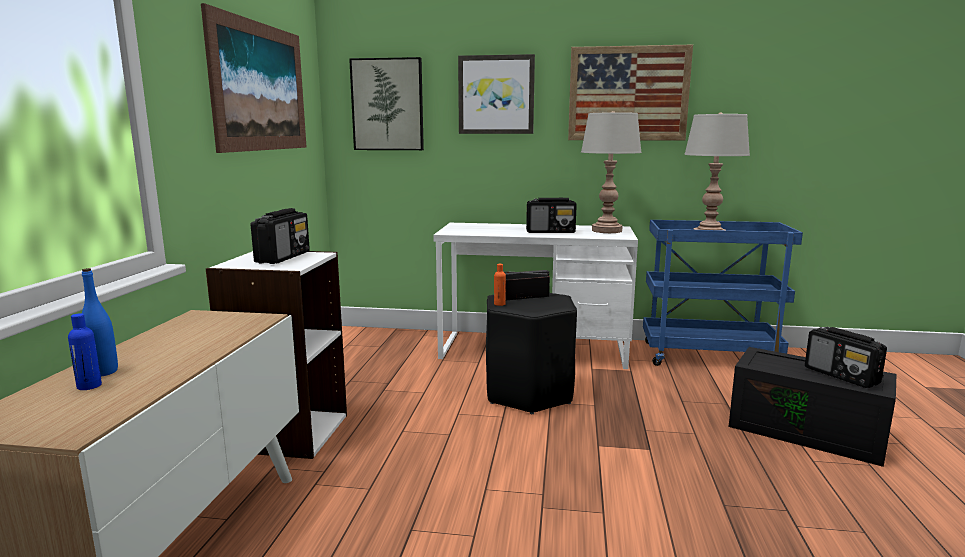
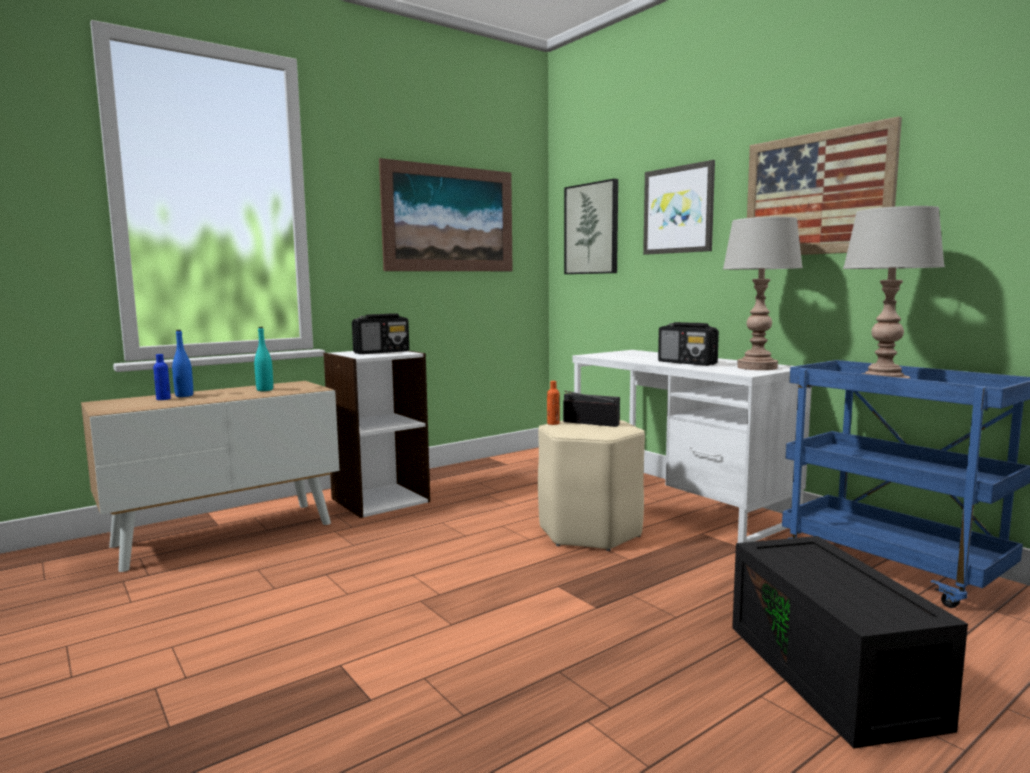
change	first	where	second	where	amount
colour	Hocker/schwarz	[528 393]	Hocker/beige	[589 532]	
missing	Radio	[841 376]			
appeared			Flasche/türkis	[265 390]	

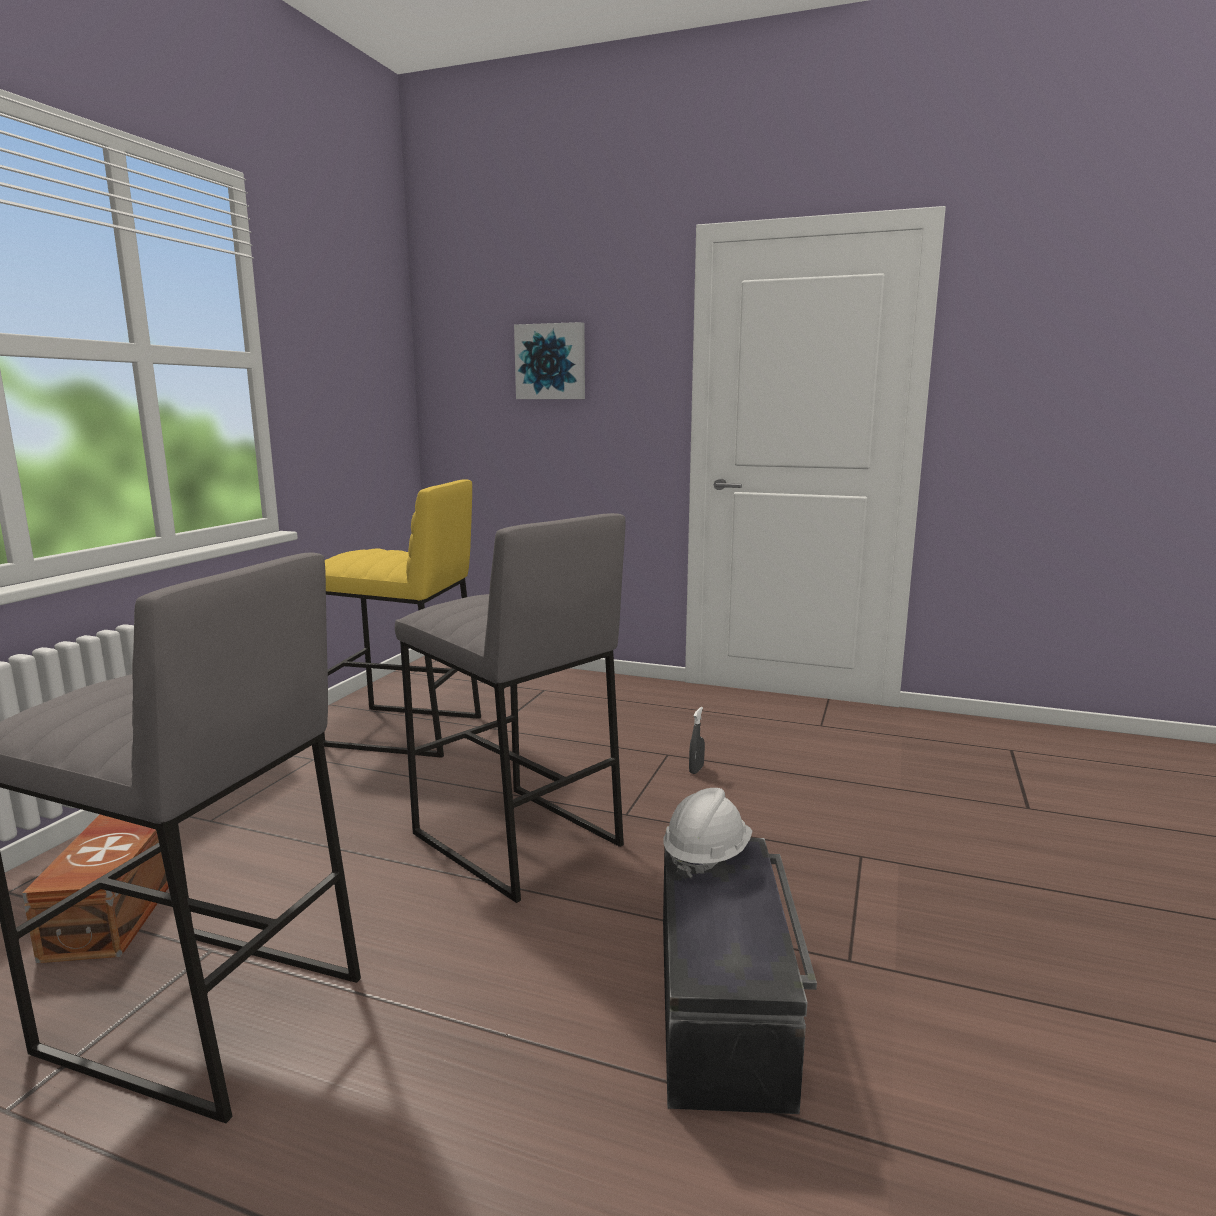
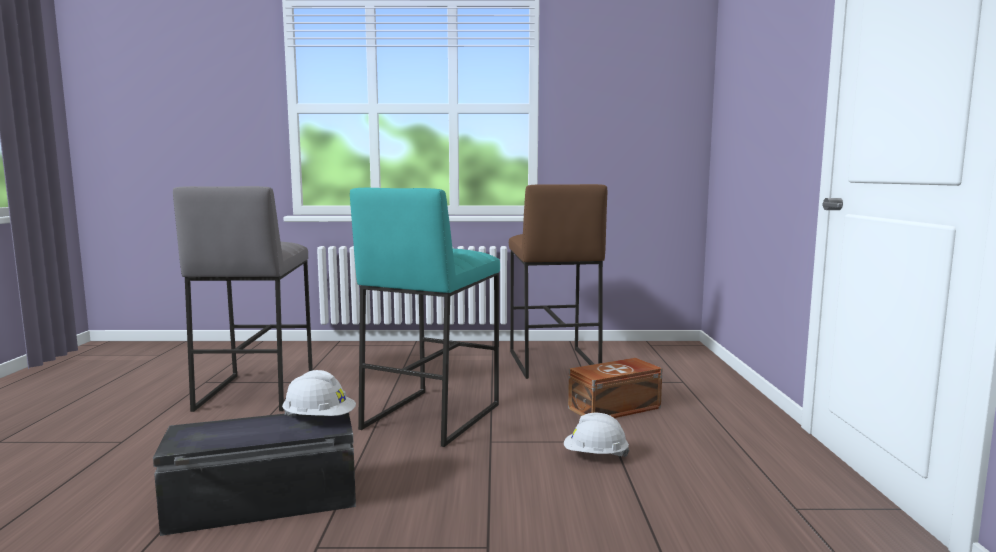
change	first	where	second	where	amount
relocated	Aufbewahrungsbox/braun	[118 910]		[616 408]	
colour	Hocker/gelb	[402 731]	Hocker/braun	[552 362]	
colour	Hocker/grau	[514 840]	Hocker/türkis	[430 416]	
missing	Bild	[551 362]			
exchanged	Sprühflasche/grau	[696 769]	Schutzhelm/weiß	[595 456]	

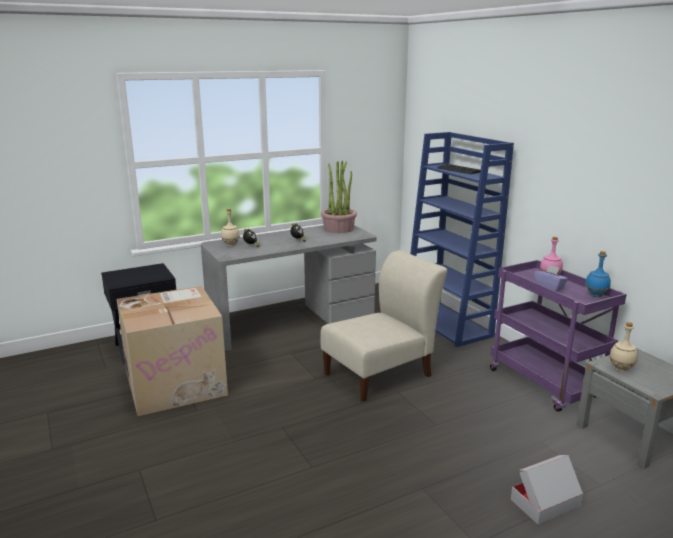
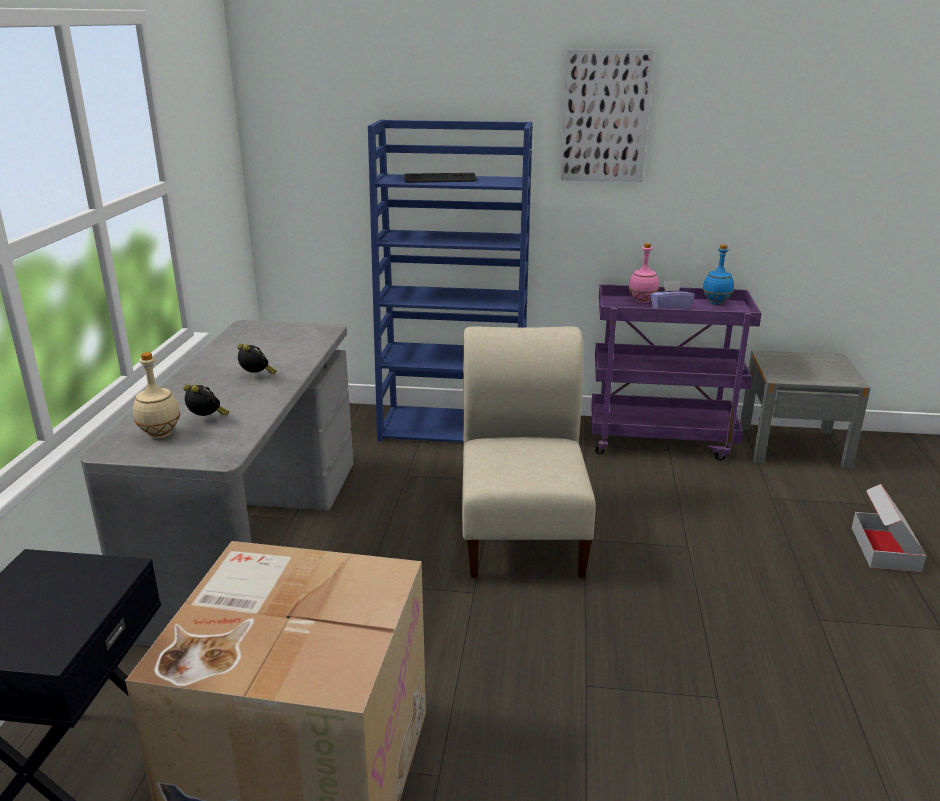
change	first	where	second	where	amount
missing	Topfpflanze	[338 228]			
missing	Flasche/beige	[621 368]			
appeared			Bild	[605 116]	

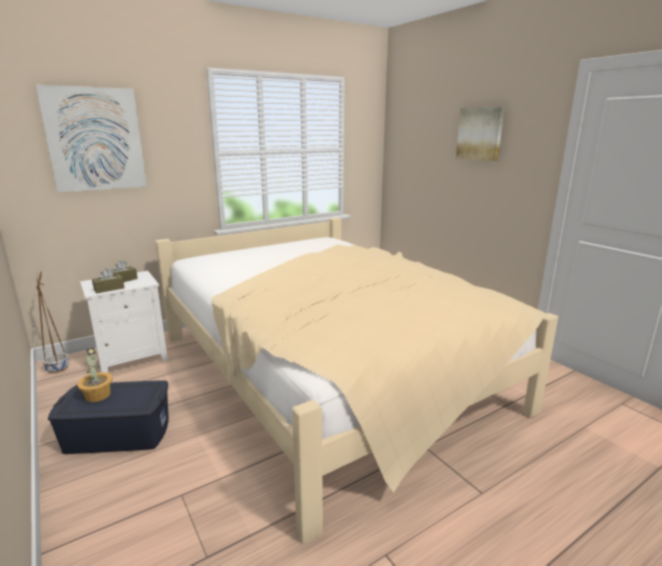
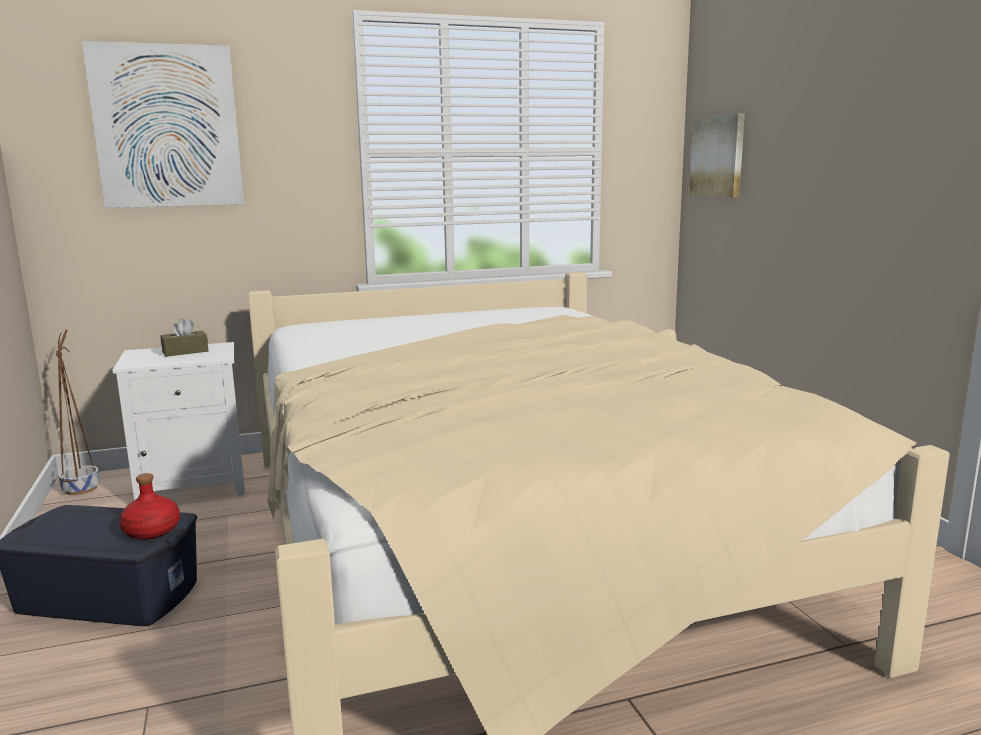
change	first	where	second	where	amount
missing	Topfpflanze	[98 395]			
missing	Taschentuchbox/braun	[109 288]			
relocated	Bild	[480 133]		[718 156]	
appeared			Flasche/rot	[151 531]	

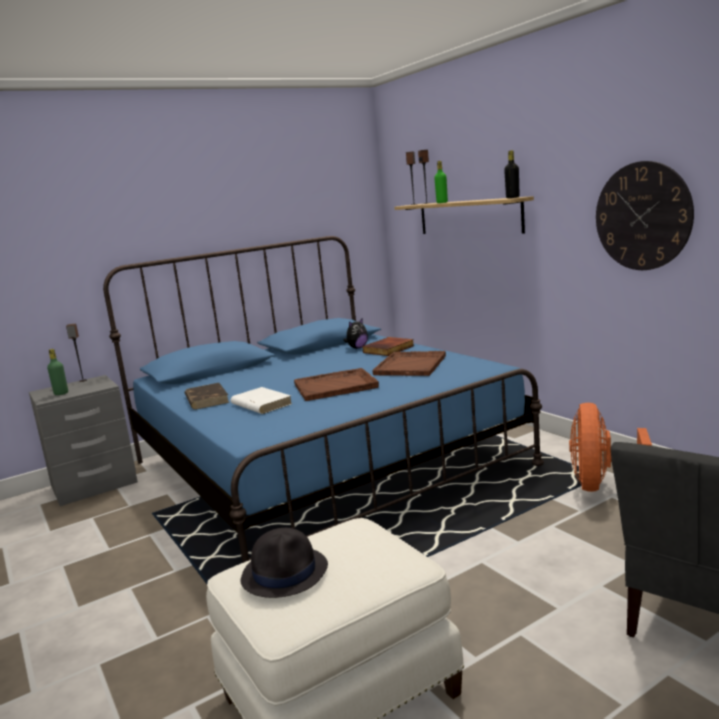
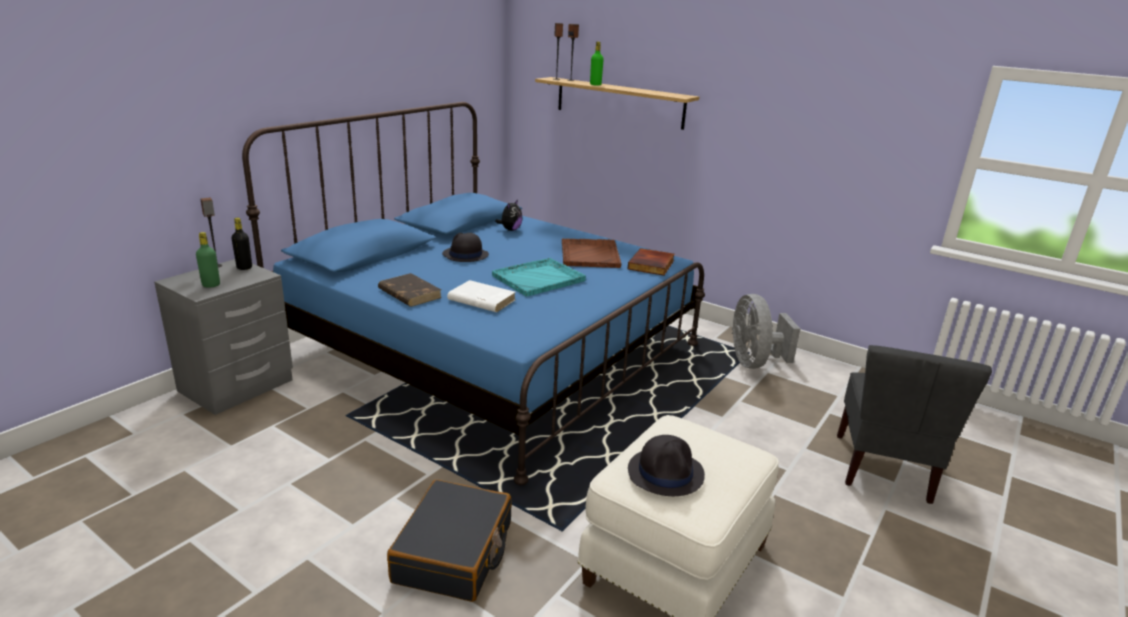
change	first	where	second	where	amount
colour	Tablett/braun	[336 386]	Tablett/türkis	[539 278]	
relocated	Buch	[389 349]		[652 265]	
relocated	Flasche/schwarz	[512 197]		[244 267]	
colour	Ventilator/orange	[601 486]	Ventilator/grau	[754 362]	
missing	Wanduhr	[642 216]			
appeared			Koffer/schwarz	[454 553]	
appeared			Hut/schwarz	[465 255]	

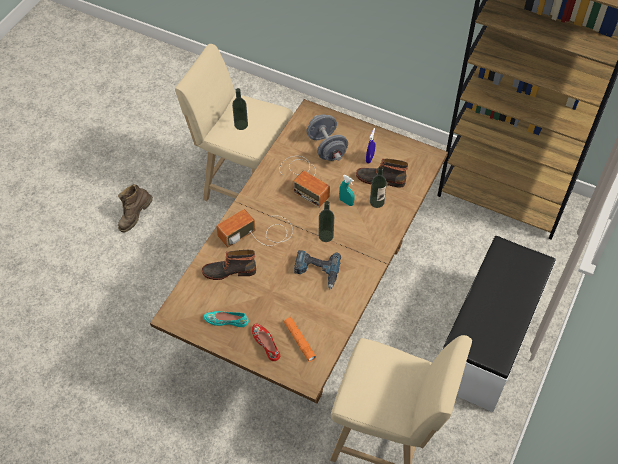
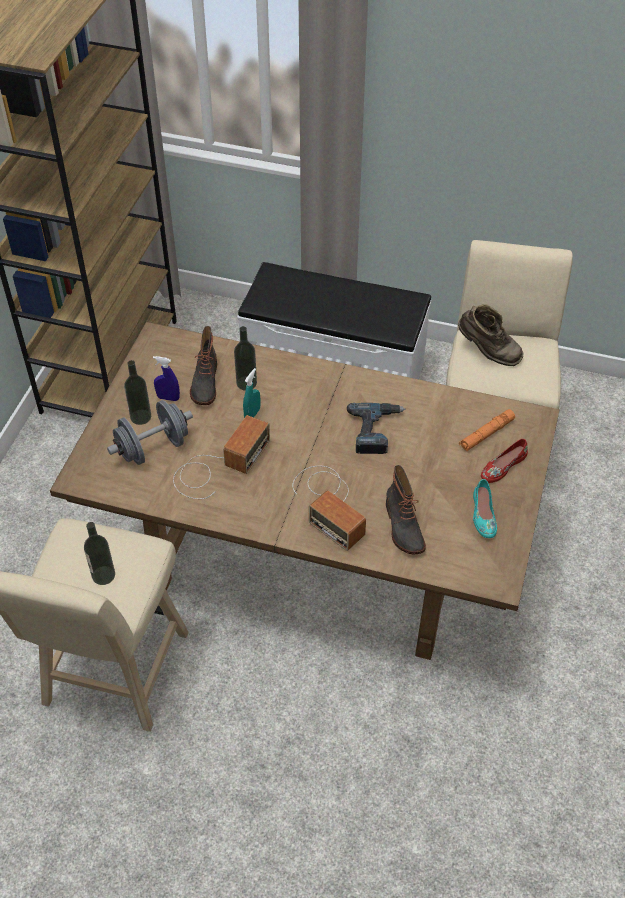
change	first	where	second	where	amount
relocated	Stiefel/braun	[135 217]		[487 352]	
relocated	Flasche	[326 236]		[140 417]	

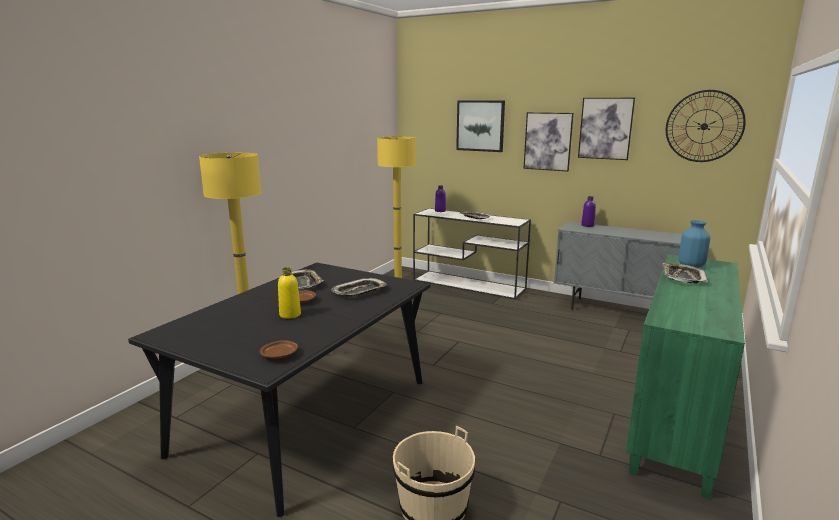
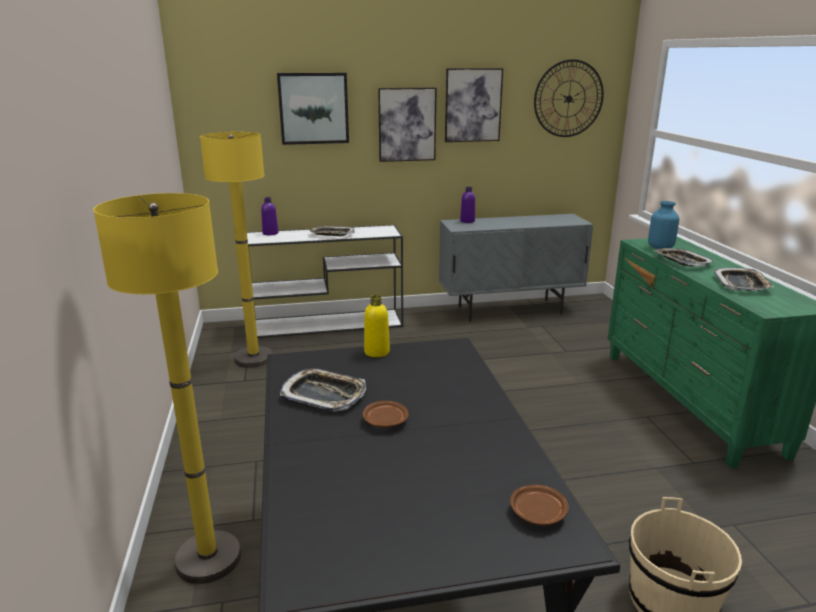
change	first	where	second	where	amount
relocated	Flasche/gelb	[290 314]		[377 352]	
relocated	Tablett	[359 291]		[741 284]	

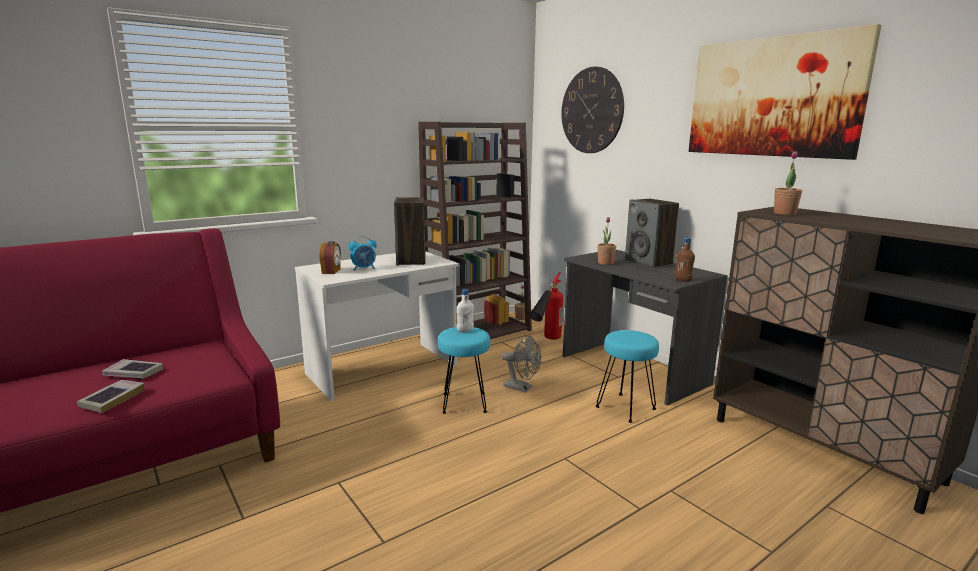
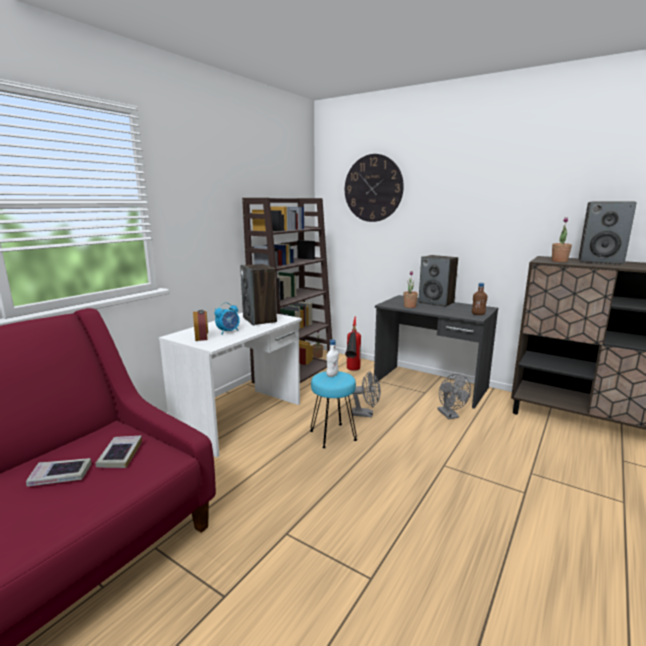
change	first	where	second	where	amount
relocated	Buch	[112 399]		[120 455]	
exchanged	Hocker/türkis	[626 407]	Ventilator/grau	[450 415]	
missing	Bild	[772 97]			
appeared			Lautsprecher	[600 261]	

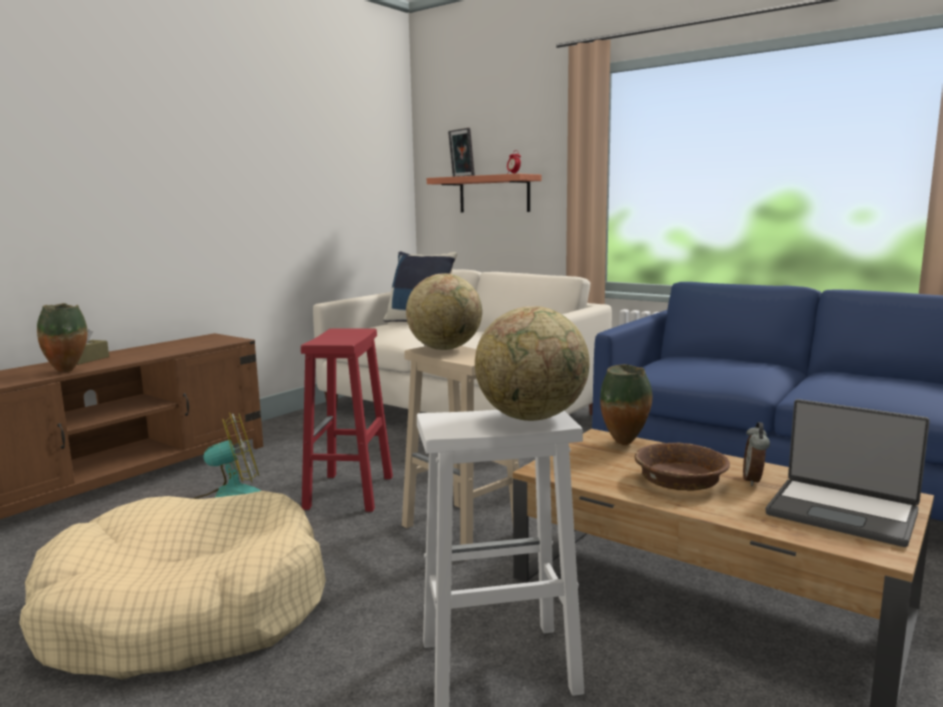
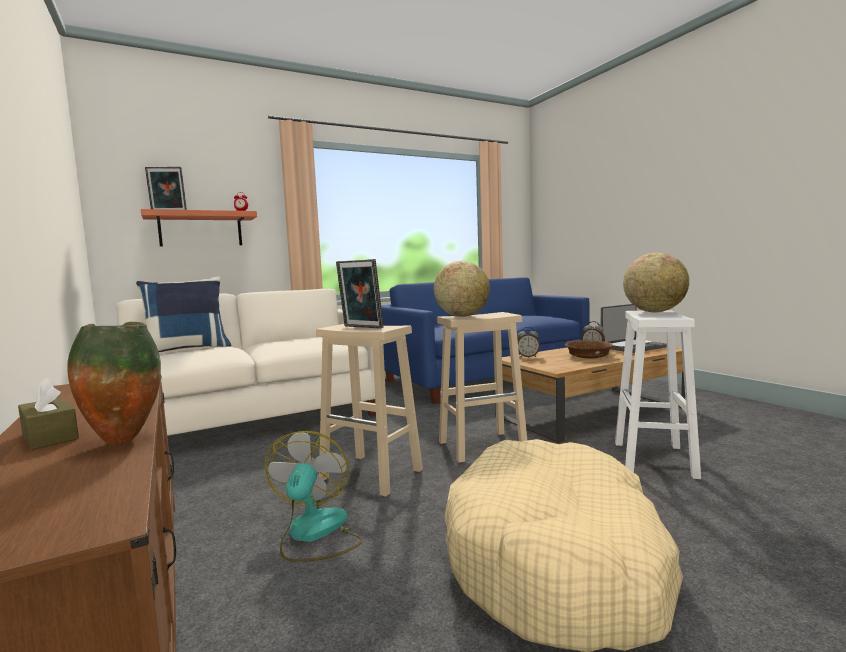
change	first	where	second	where	amount
colour	Hocker/rot	[349 493]	Hocker/beige	[373 474]	
exchanged	Vase	[625 444]	Wecker	[528 356]	
appeared			Bilderrahmen	[361 327]	

